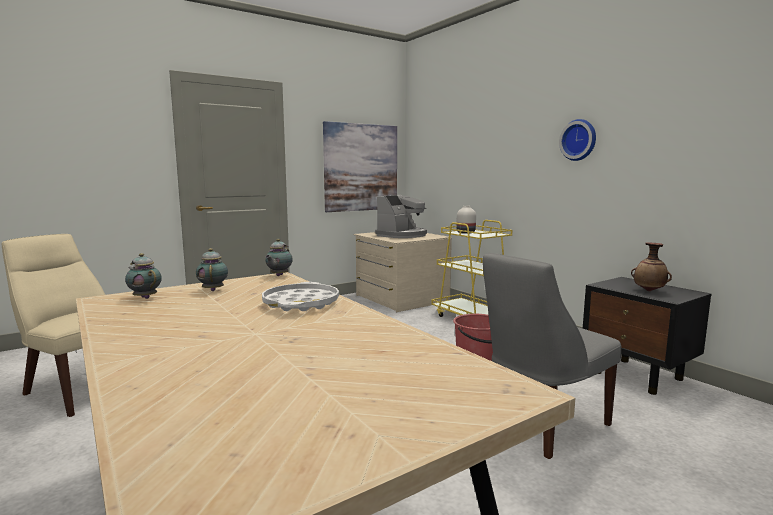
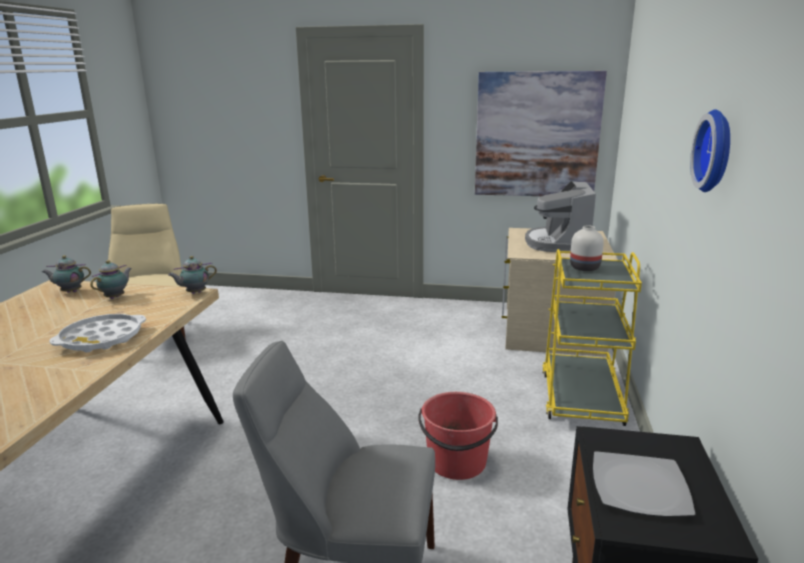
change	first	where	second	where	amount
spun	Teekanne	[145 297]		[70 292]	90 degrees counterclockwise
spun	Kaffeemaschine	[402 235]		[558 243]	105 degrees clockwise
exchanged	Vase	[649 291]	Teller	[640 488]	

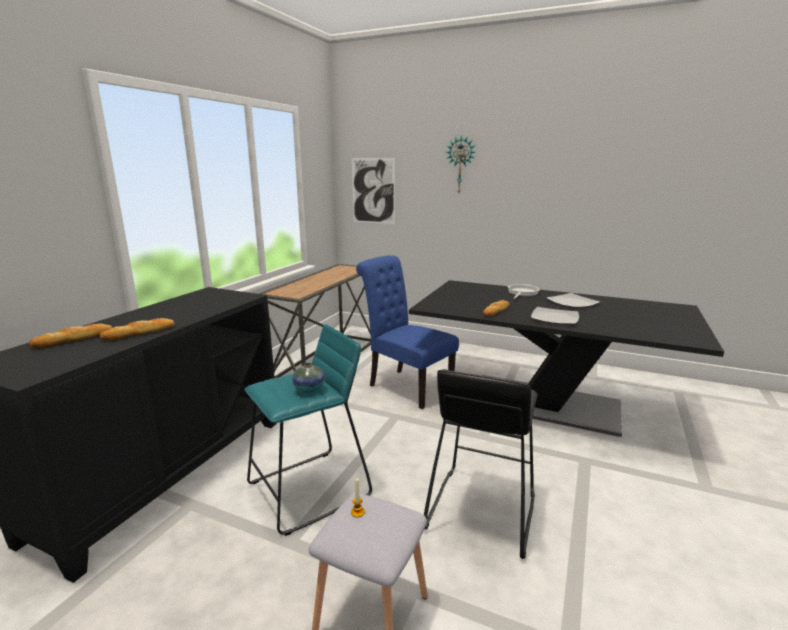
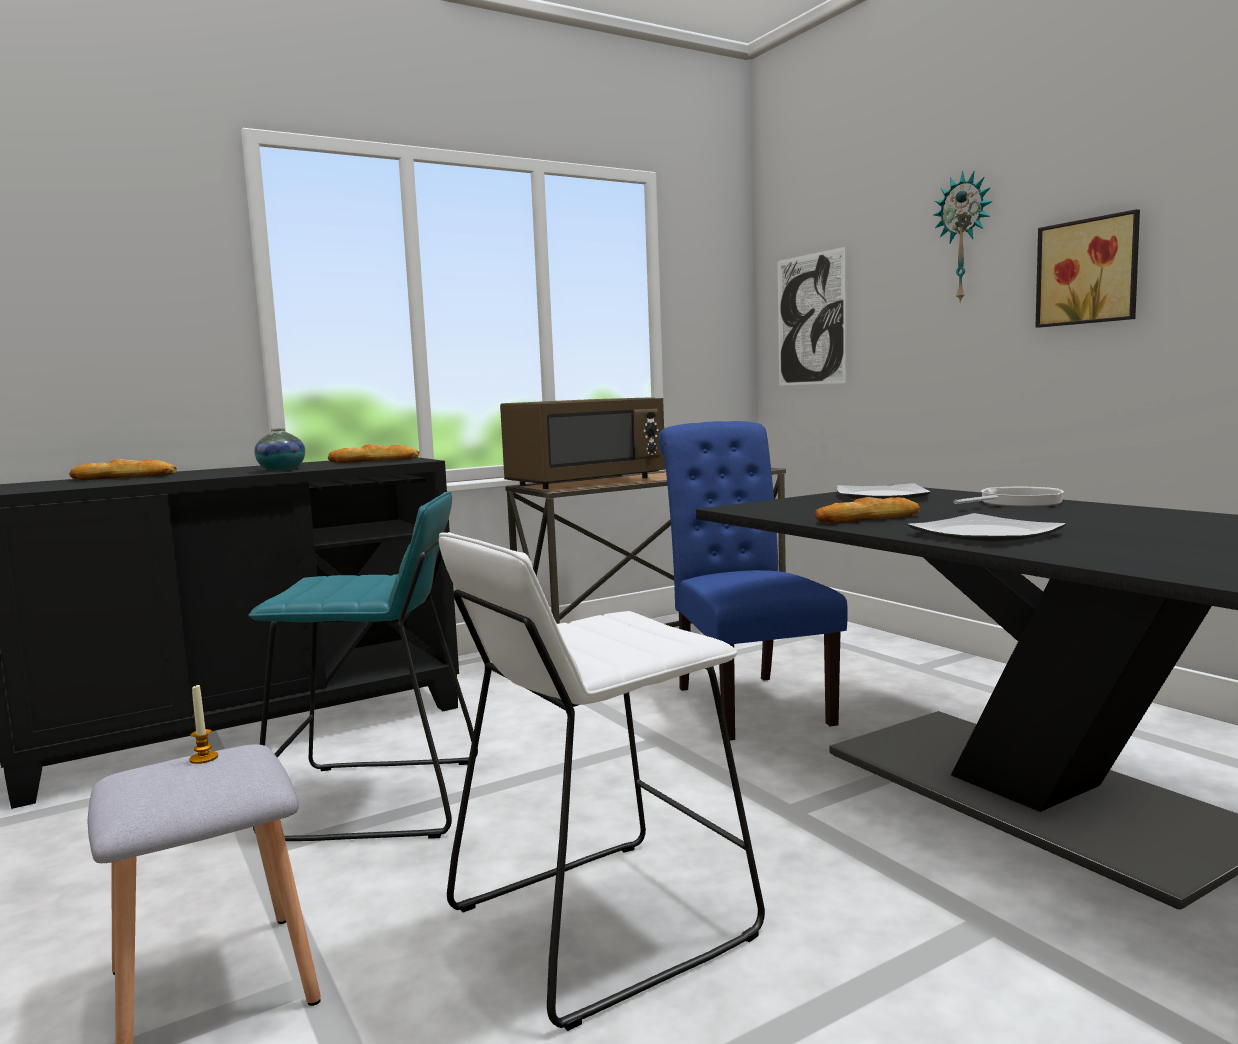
change	first	where	second	where	amount
relocated	Brot	[139 333]		[374 461]	
relocated	Vase	[309 389]		[281 470]	
colour	Hocker/schwarz	[480 510]	Hocker/weiß	[601 922]	
relocated	Teller	[572 302]		[882 496]	
appeared			Mikrowelle/braun	[586 482]	
appeared			Bild	[1089 272]	

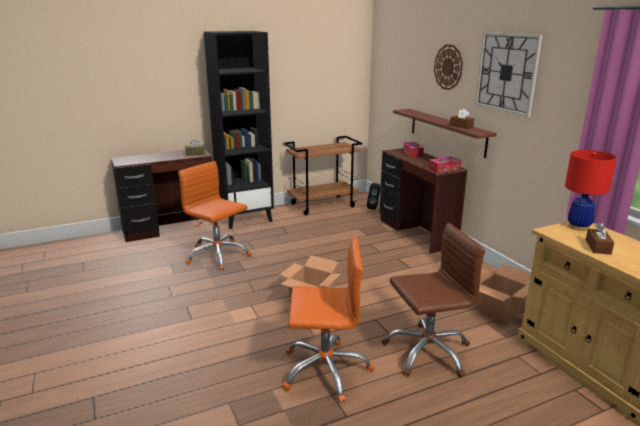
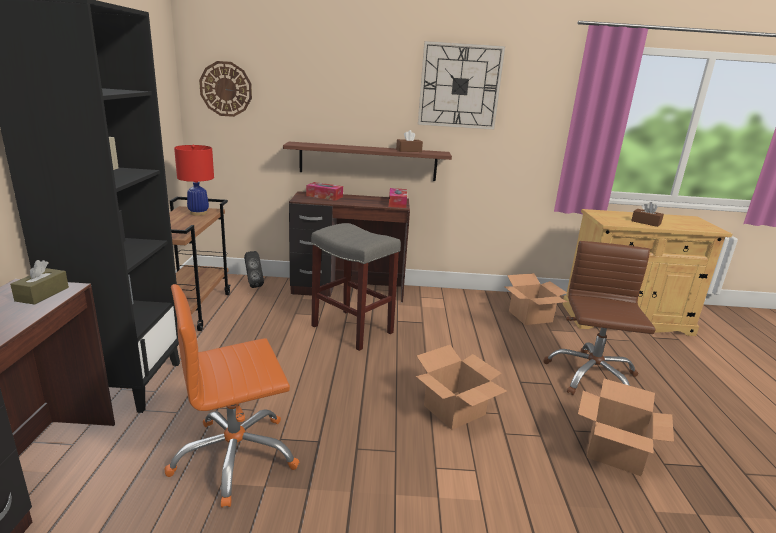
change	first	where	second	where	amount
exchanged	Bürostuhl/orange	[325 370]	Karton	[615 452]	
relocated	Wanduhr	[448 67]		[226 89]	
relocated	Tischlampe/rot	[579 227]		[198 213]	
appeared			Hocker/grau	[351 329]	

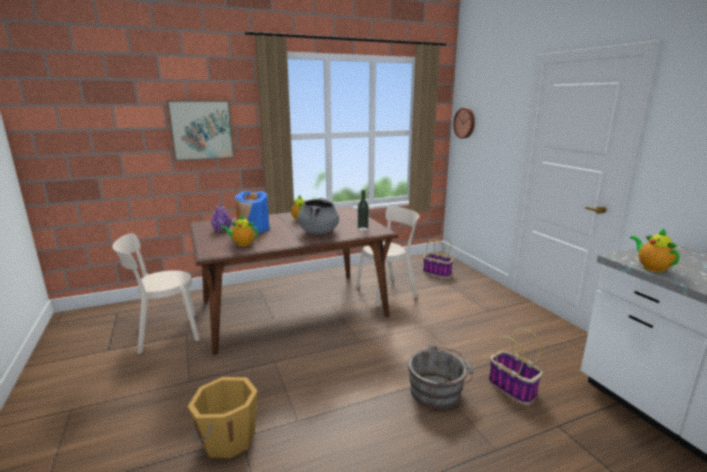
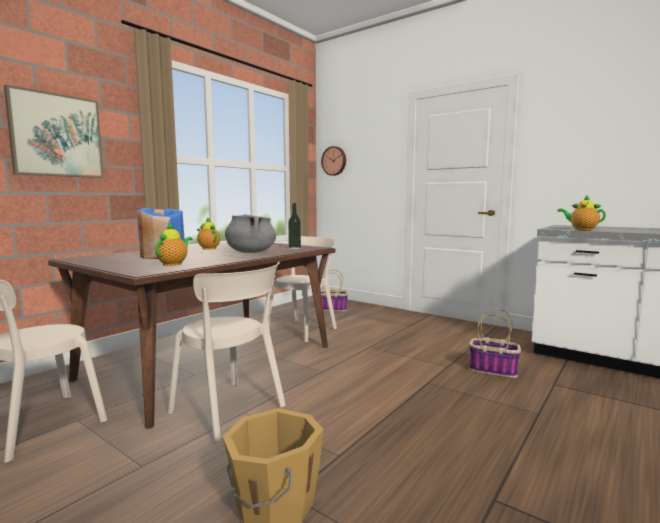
change	first	where	second	where	amount
missing	Vase/lila	[222 230]			
spun	Teekanne	[242 244]		[174 264]	135 degrees clockwise
missing	Eimer/grau	[438 392]			
appeared			Stuhl/beige	[230 411]	

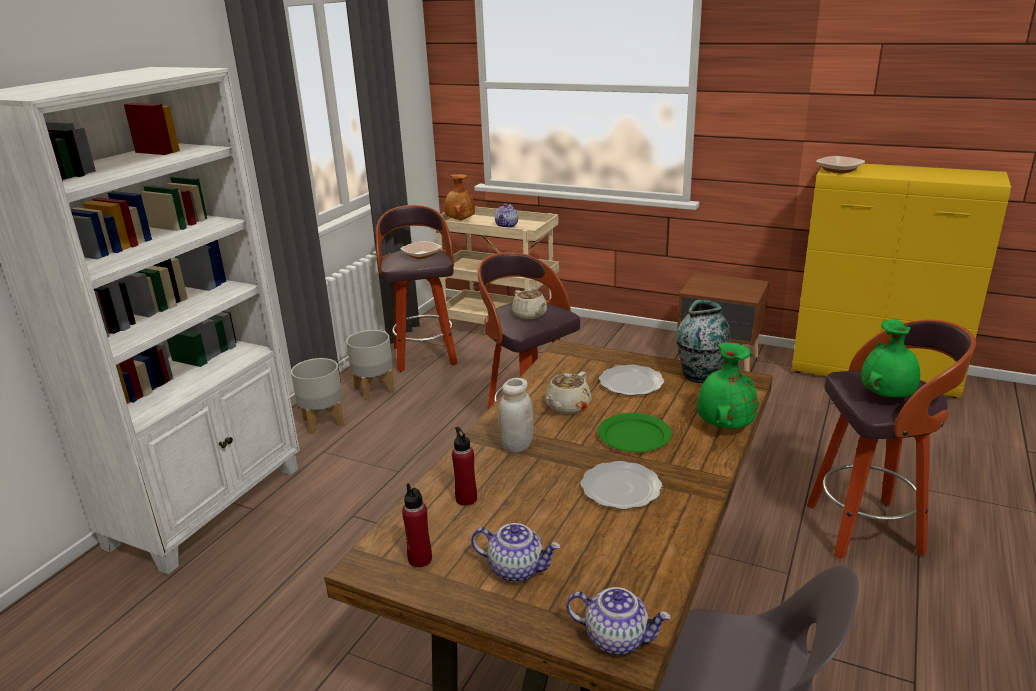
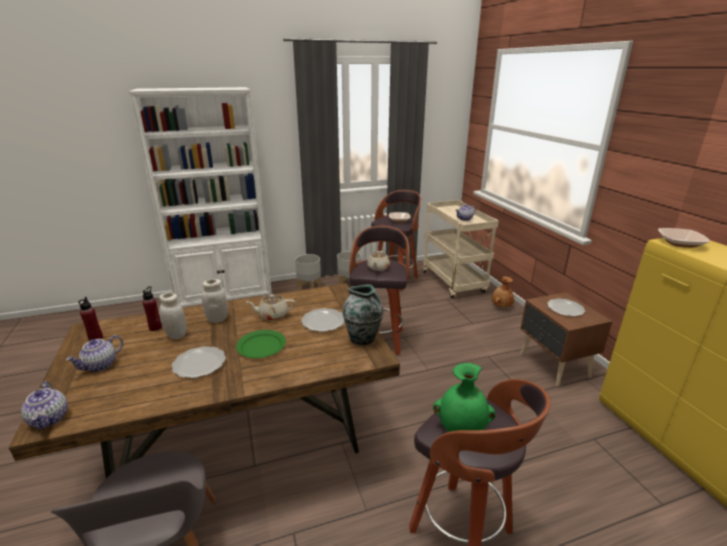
change	first	where	second	where	amount
relocated	Vase/braun	[459 220]		[501 306]	
spun	Teekanne	[517 569]		[100 365]	60 degrees clockwise
missing	Vase/grün	[723 425]			
appeared			Vorratsglas/weiß	[176 335]	
appeared			Teller	[565 308]	

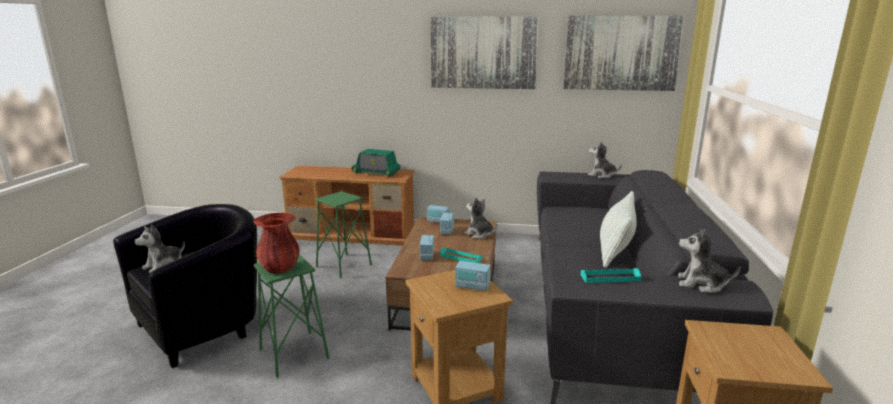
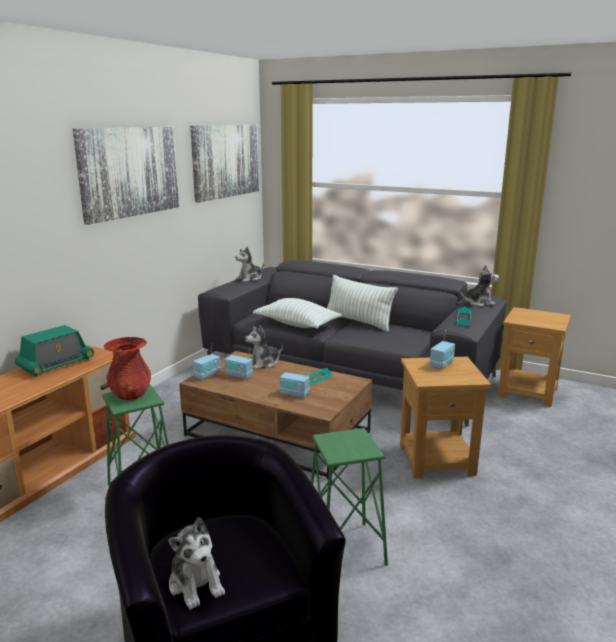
change	first	where	second	where	amount
relocated	Vase/rot	[279 268]		[130 394]	
spun	Plüschtier	[701 284]		[478 303]	135 degrees counterclockwise
appeared			Kissen	[297 324]	

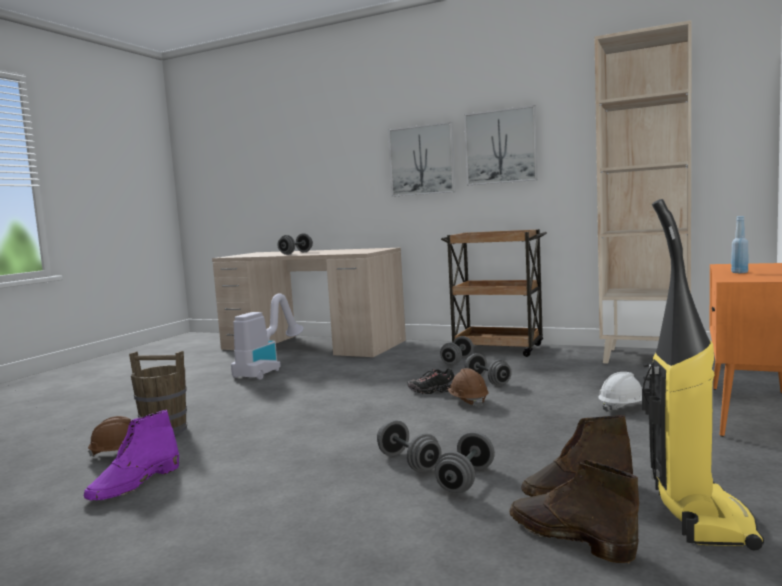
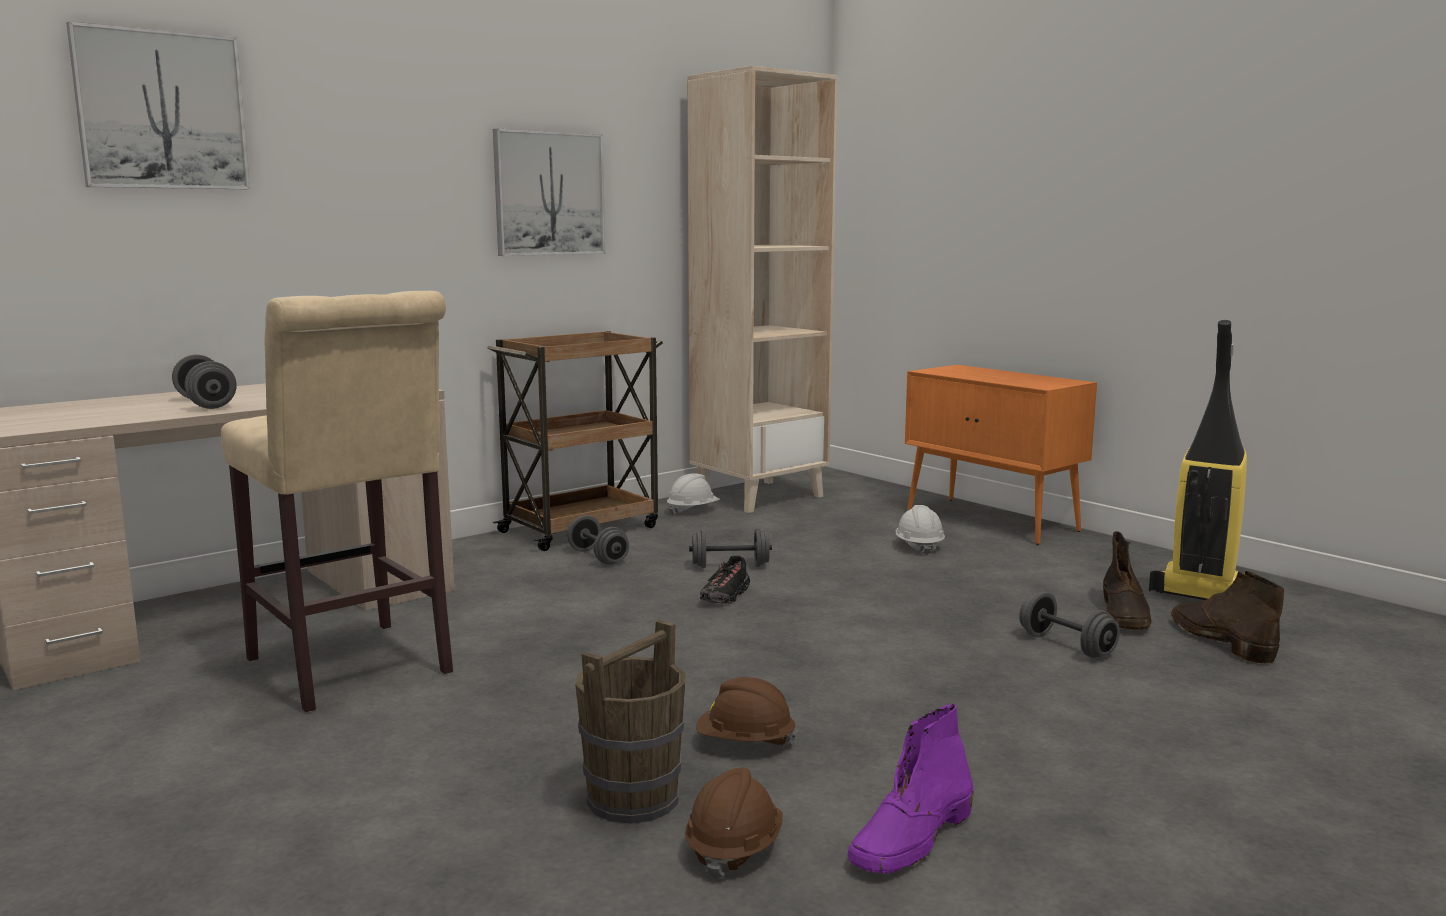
change	first	where	second	where	amount
spun	Stiefel/lila	[134 484]		[911 839]	75 degrees clockwise
exchanged	Staubsauger	[268 369]	Hocker/beige	[353 670]	
missing	Hantel/grau	[409 462]			
relocated	Bild	[422 160]		[161 110]	
relocated	Schutzhelm/braun	[468 401]		[745 743]	
spun	Stiefel/braun	[568 537]		[1220 640]	90 degrees clockwise
missing	Flasche/blau	[739 272]			
appeared			Schutzhelm/weiß	[692 511]	

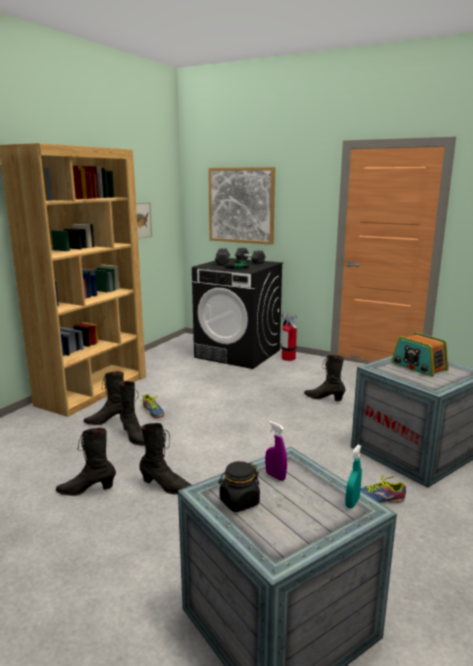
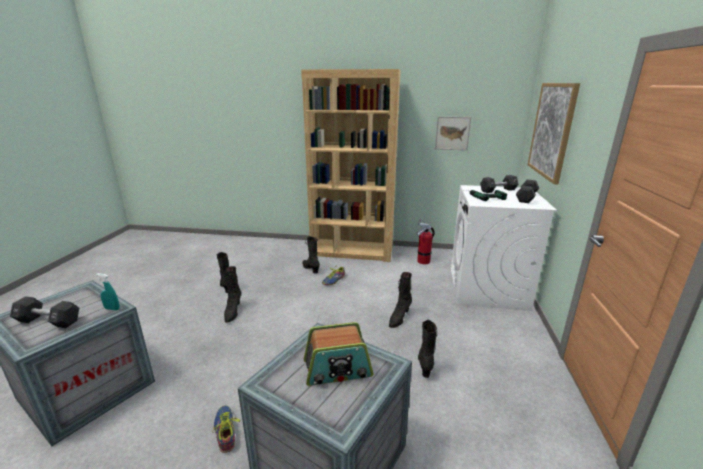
change	first	where	second	where	amount
relocated	Stiefel/schwarz	[134 437]		[399 318]	
colour	Waschmaschine/schwarz	[238 354]	Waschmaschine/weiß	[487 289]	
missing	Vorratsglas/schwarz	[239 502]			
missing	Sprühflasche/lila	[275 476]			
relocated	Feuerlöscher	[288 358]		[423 261]	
relocated	Sprühflasche/türkis	[352 503]		[112 309]	
spun	Radio	[418 367]		[337 369]	135 degrees counterclockwise
appeared			Hantel/schwarz	[48 321]	

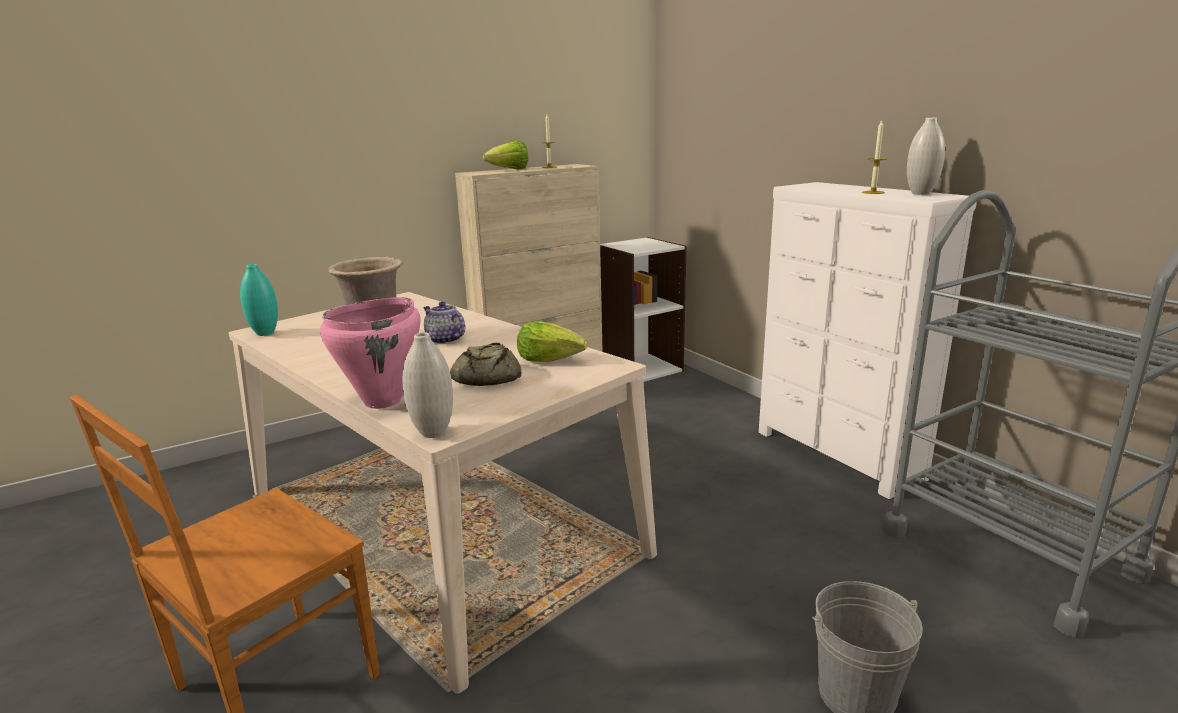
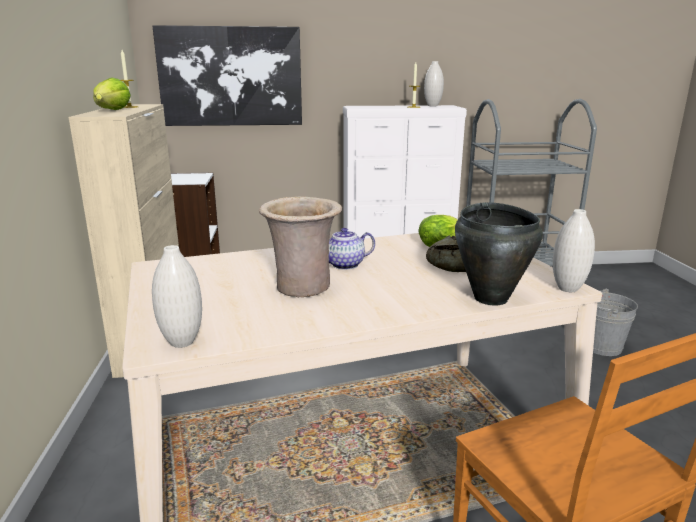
change	first	where	second	where	amount
colour	Vase/türkis	[265 333]	Vase/weiß	[182 342]	
colour	Kochtopf/rosa	[383 401]	Kochtopf/schwarz	[491 298]	
appeared			Bild	[230 77]	

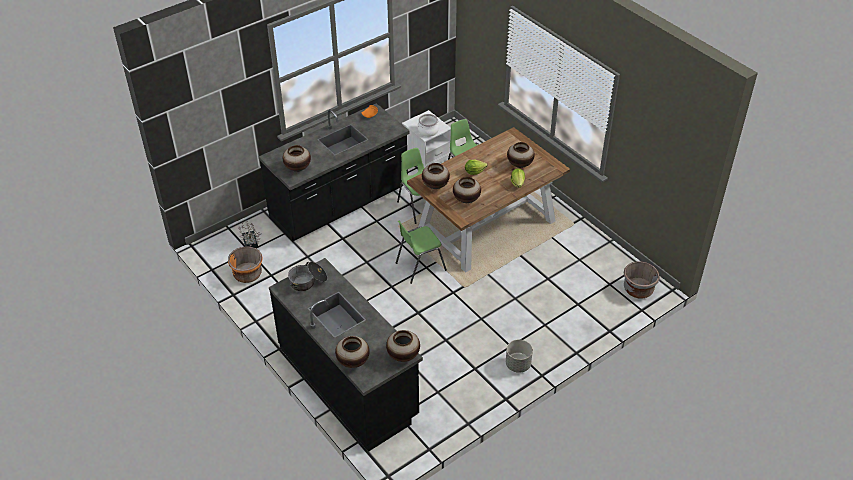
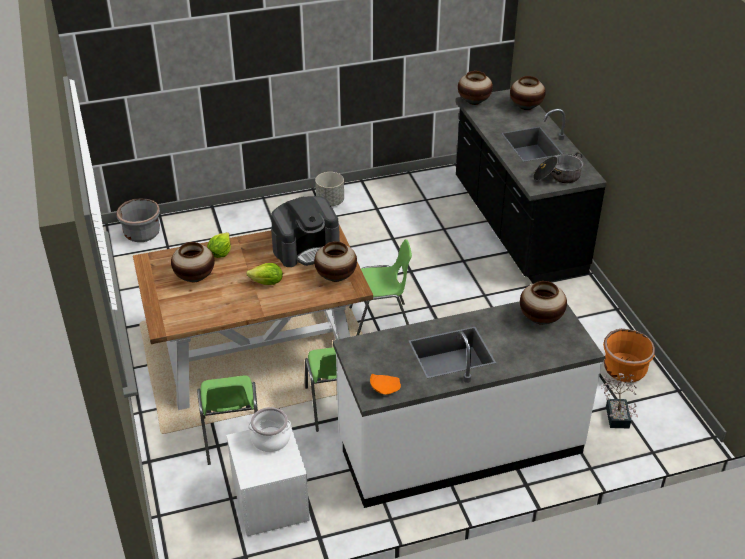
change	first	where	second	where	amount
colour	Küchenzeile/schwarz	[340 204]	Küchenzeile/weiß	[459 445]	
exchanged	Vase	[466 200]	Kaffeemaschine	[306 248]	

